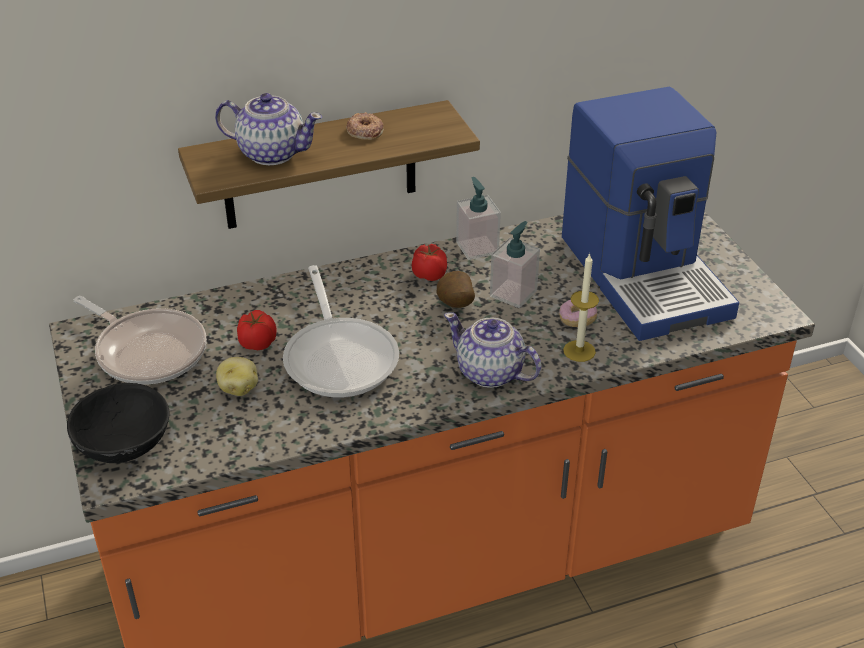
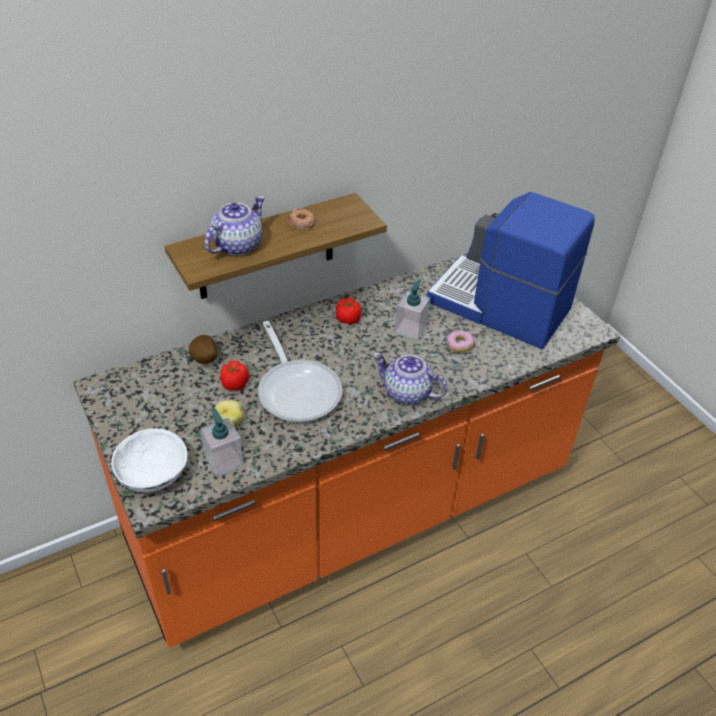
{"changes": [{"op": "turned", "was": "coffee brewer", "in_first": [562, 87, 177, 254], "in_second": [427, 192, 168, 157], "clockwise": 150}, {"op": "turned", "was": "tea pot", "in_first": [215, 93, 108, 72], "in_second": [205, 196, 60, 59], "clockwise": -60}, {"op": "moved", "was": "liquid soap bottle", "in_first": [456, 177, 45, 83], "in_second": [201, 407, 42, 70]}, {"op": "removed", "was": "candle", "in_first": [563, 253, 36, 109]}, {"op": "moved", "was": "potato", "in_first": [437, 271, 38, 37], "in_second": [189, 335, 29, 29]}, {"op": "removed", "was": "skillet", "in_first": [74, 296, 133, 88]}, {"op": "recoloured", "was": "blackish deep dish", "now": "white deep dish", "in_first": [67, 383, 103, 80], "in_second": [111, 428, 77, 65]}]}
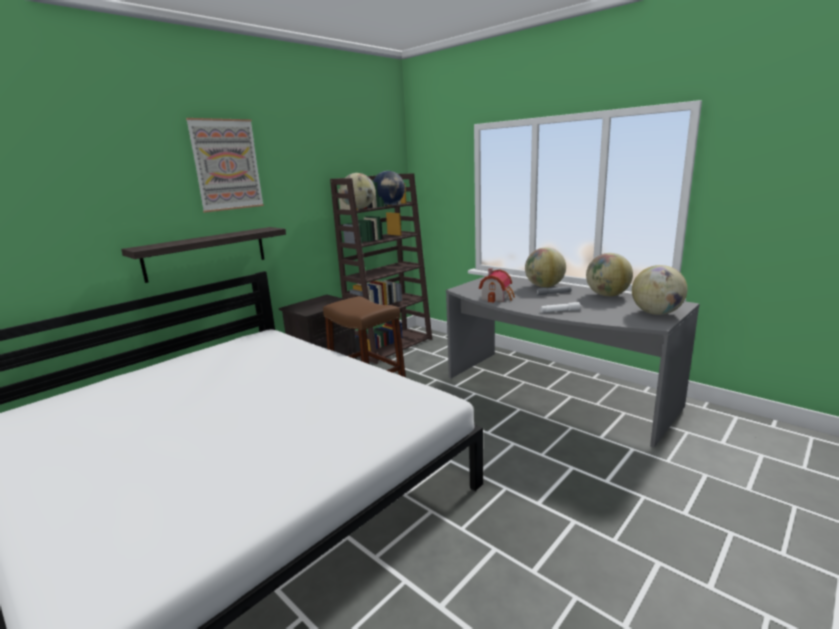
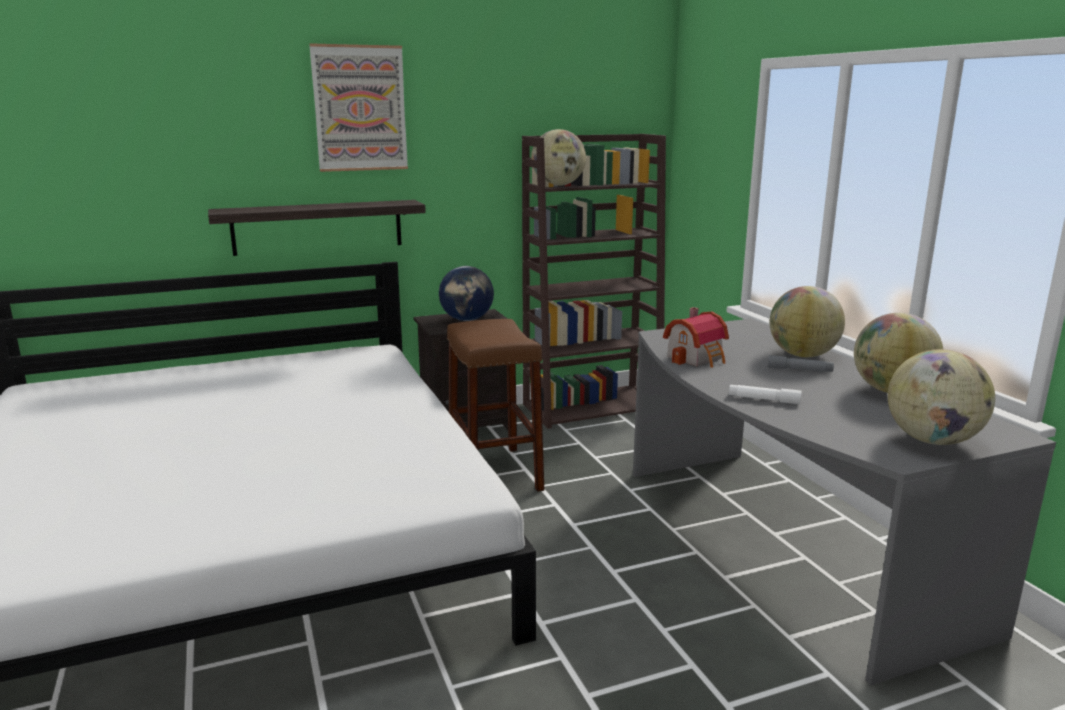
{"changes": [{"op": "moved", "was": "globe", "in_first": [373, 171, 32, 34], "in_second": [439, 266, 55, 55]}]}
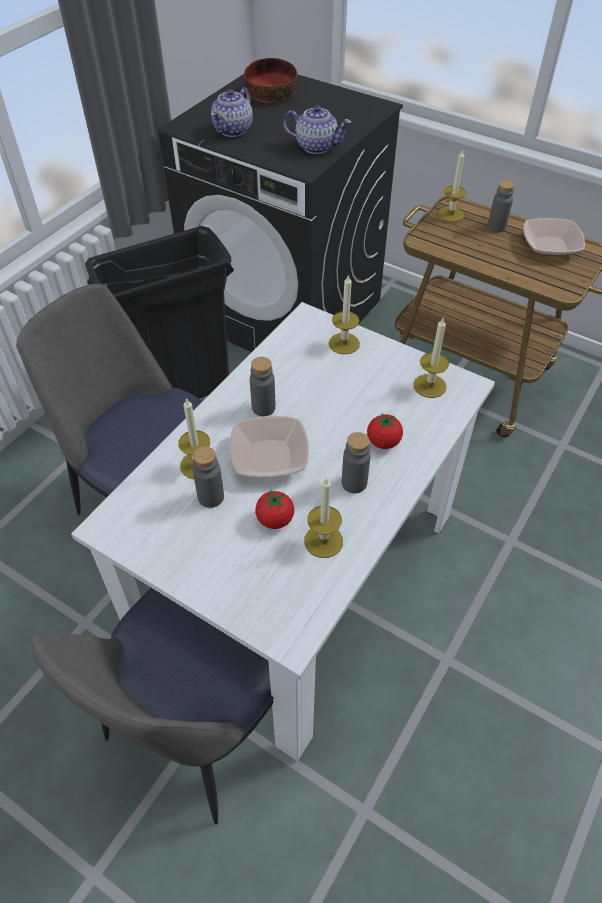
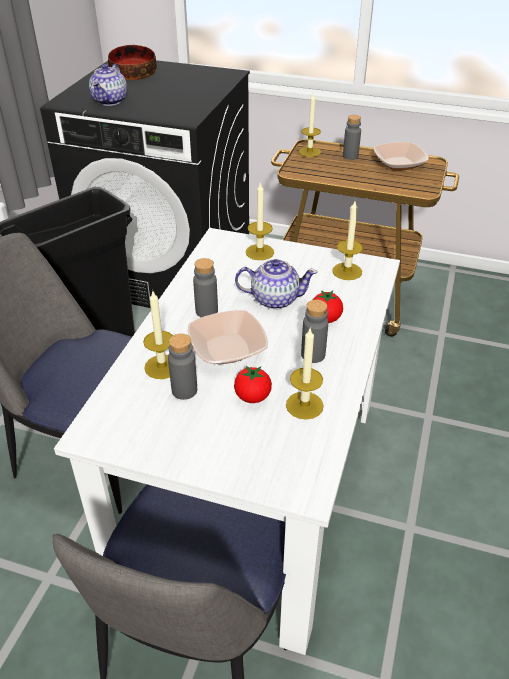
{"changes": [{"op": "moved", "was": "tea pot", "in_first": [283, 105, 69, 49], "in_second": [235, 259, 83, 50]}]}
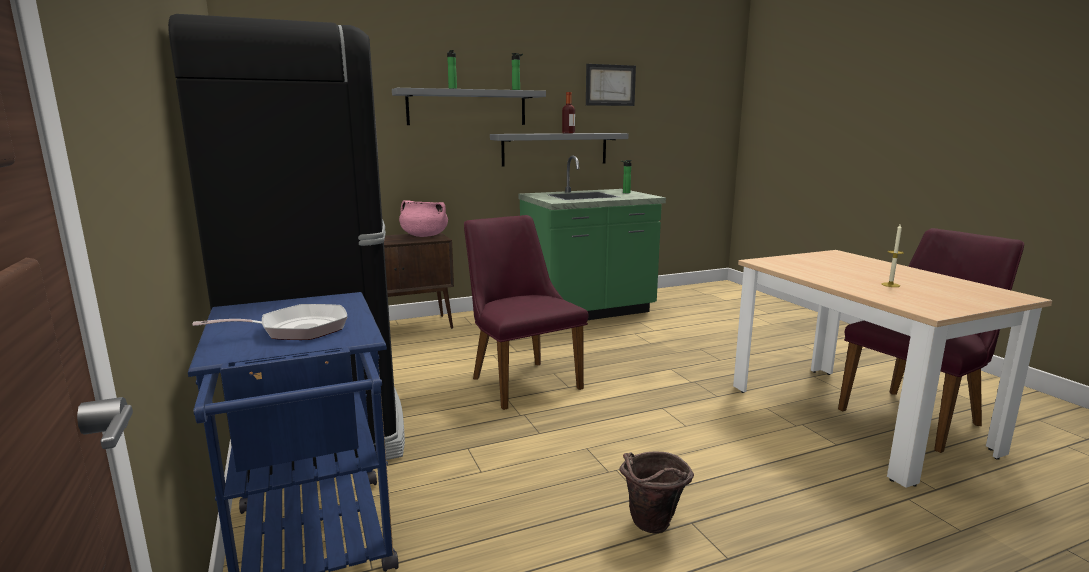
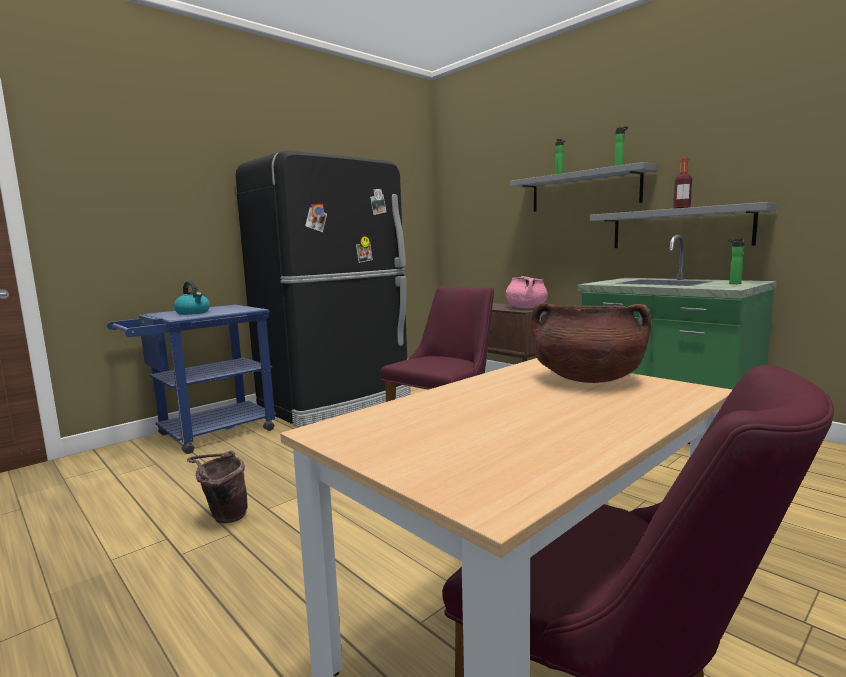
{"changes": [{"op": "removed", "was": "picture", "in_first": [586, 64, 50, 42]}, {"op": "removed", "was": "candle", "in_first": [882, 224, 22, 63]}, {"op": "replaced", "was": "skillet", "now": "kettle", "in_first": [192, 304, 155, 36], "in_second": [174, 281, 36, 34]}, {"op": "added", "now": "brown cooking pot", "in_second": [531, 303, 120, 80]}]}
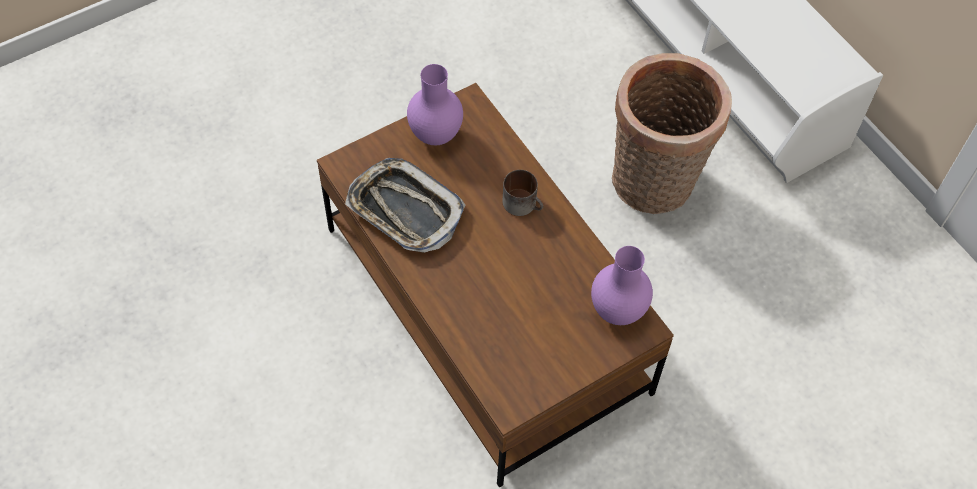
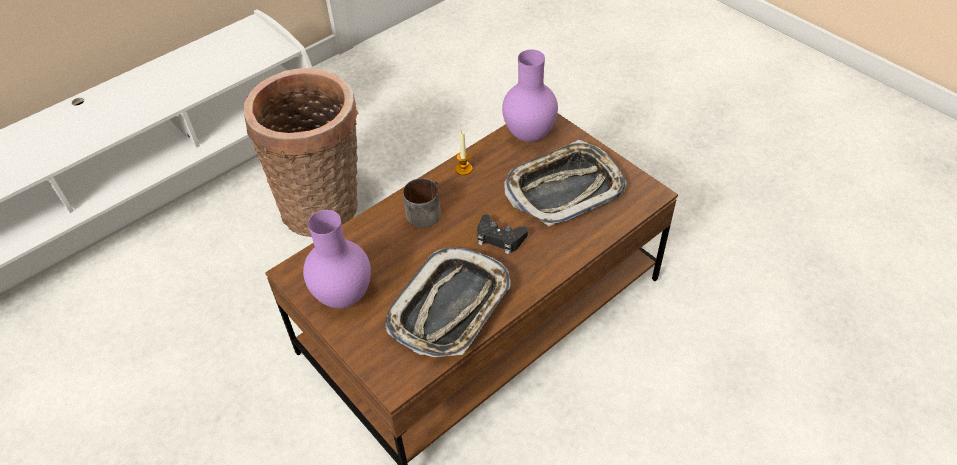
{"changes": [{"op": "added", "now": "candle", "in_second": [455, 131, 17, 44]}, {"op": "added", "now": "serving tray", "in_second": [504, 140, 123, 86]}, {"op": "added", "now": "blackish joypad", "in_second": [477, 214, 51, 40]}]}
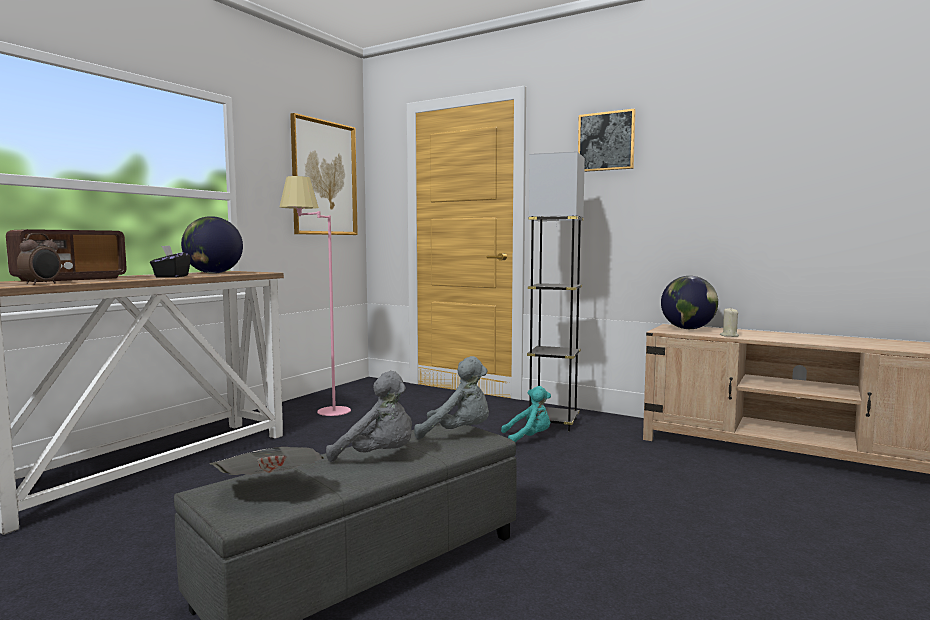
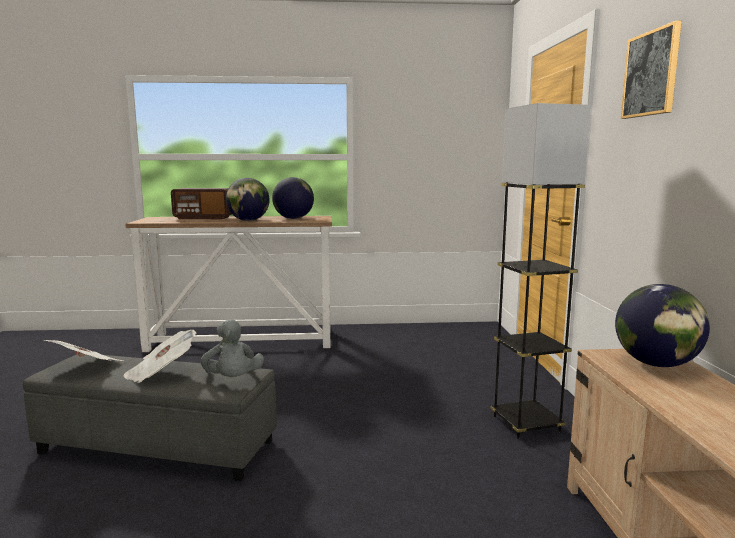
{"changes": [{"op": "removed", "was": "picture", "in_first": [290, 113, 68, 122]}, {"op": "removed", "was": "pinkish floor lamp", "in_first": [280, 176, 71, 240]}, {"op": "removed", "was": "alarm clock", "in_first": [17, 233, 44, 52]}, {"op": "replaced", "was": "blackish tissue box", "now": "globe", "in_first": [150, 245, 41, 33], "in_second": [226, 178, 44, 43]}, {"op": "removed", "was": "beige candle", "in_first": [720, 308, 19, 29]}, {"op": "replaced", "was": "greyish soft toy", "now": "printed paper", "in_first": [326, 371, 86, 91], "in_second": [123, 330, 74, 53]}, {"op": "removed", "was": "blue-green soft toy", "in_first": [501, 386, 50, 57]}]}
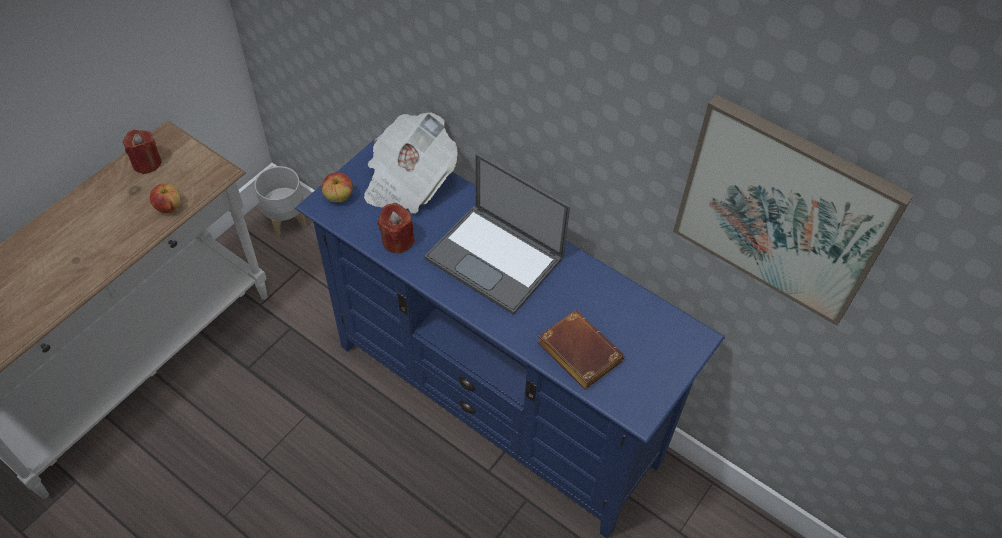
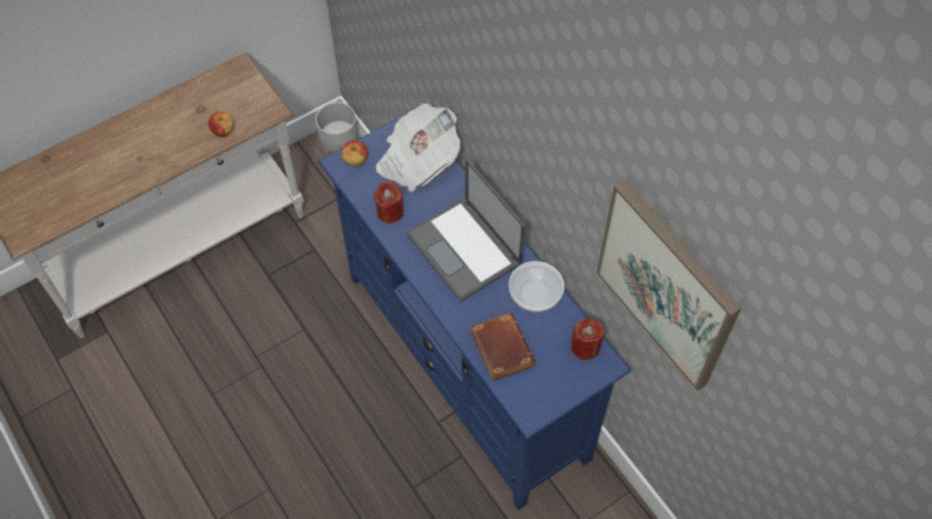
{"changes": [{"op": "moved", "was": "red-coloured candle", "in_first": [123, 130, 38, 44], "in_second": [571, 318, 34, 42]}, {"op": "added", "now": "deep dish", "in_second": [509, 261, 55, 51]}]}
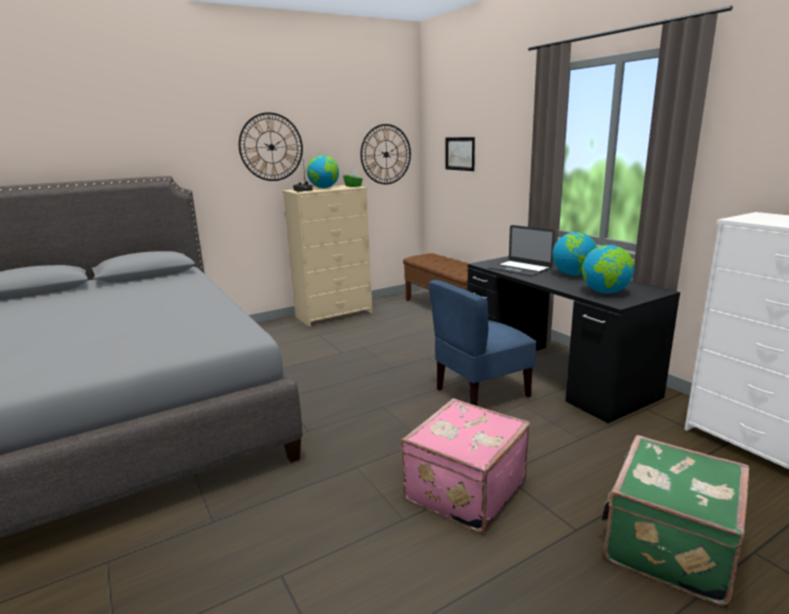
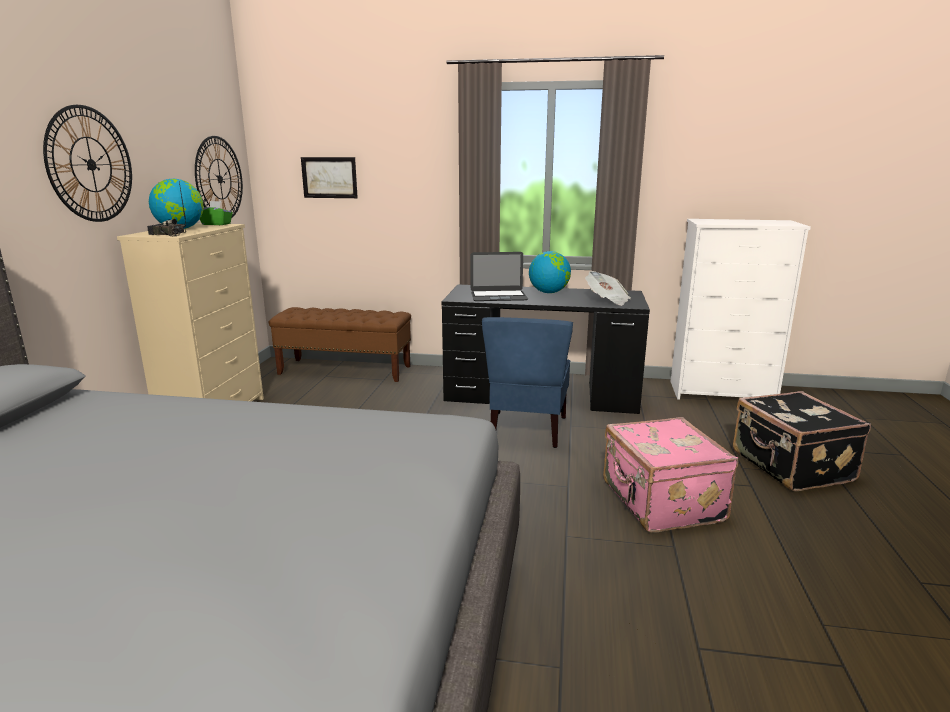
{"changes": [{"op": "replaced", "was": "globe", "now": "printed paper", "in_first": [582, 245, 52, 48], "in_second": [585, 271, 46, 35]}, {"op": "recoloured", "was": "green-coloured suitcase", "now": "blackish suitcase", "in_first": [601, 435, 149, 171], "in_second": [733, 391, 138, 100]}]}
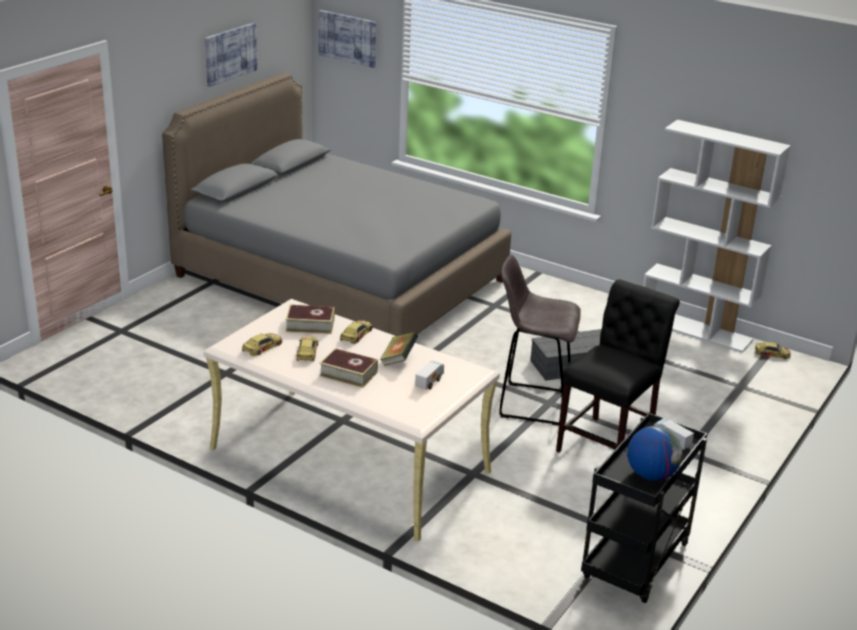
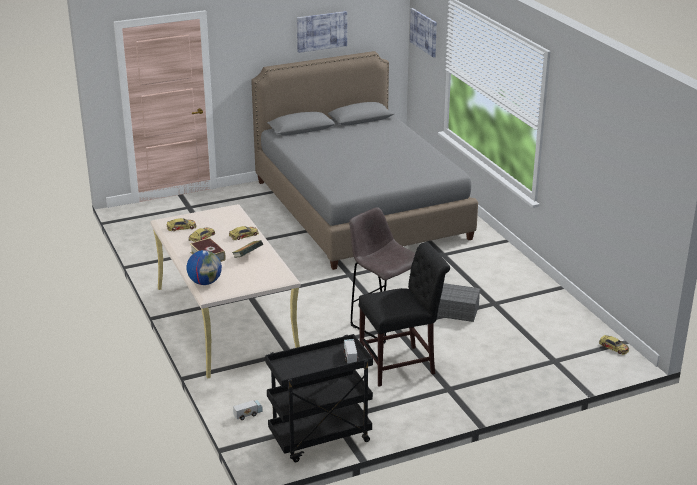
{"changes": [{"op": "removed", "was": "white bookcase", "in_first": [643, 120, 148, 233]}, {"op": "removed", "was": "volume", "in_first": [285, 305, 50, 29]}, {"op": "moved", "was": "toy lorry", "in_first": [415, 361, 29, 29], "in_second": [233, 400, 30, 20]}, {"op": "moved", "was": "globe", "in_first": [627, 426, 56, 55], "in_second": [186, 250, 36, 35]}]}
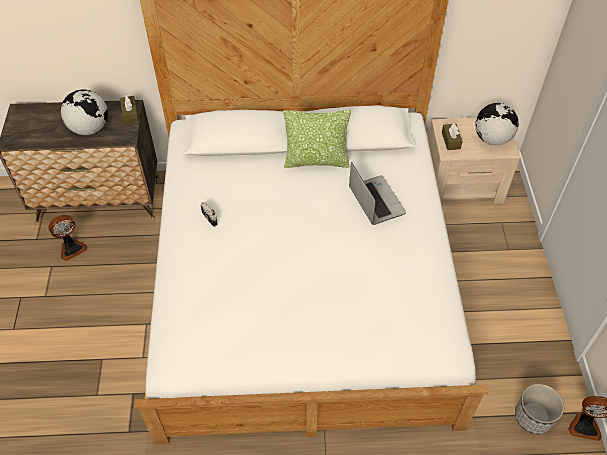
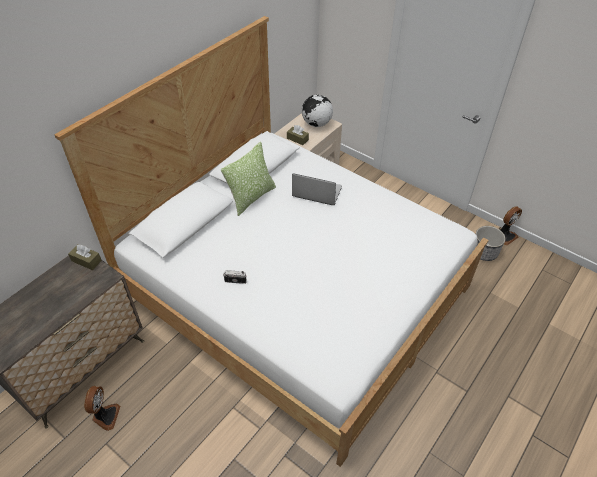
{"changes": [{"op": "removed", "was": "globe", "in_first": [61, 89, 47, 46]}]}
